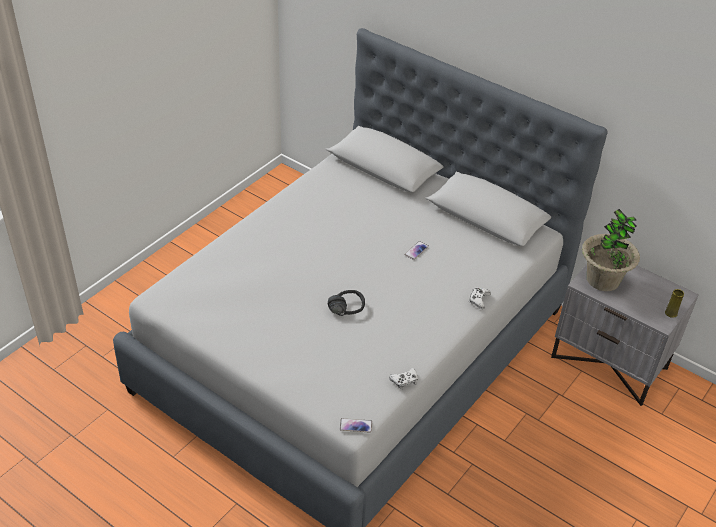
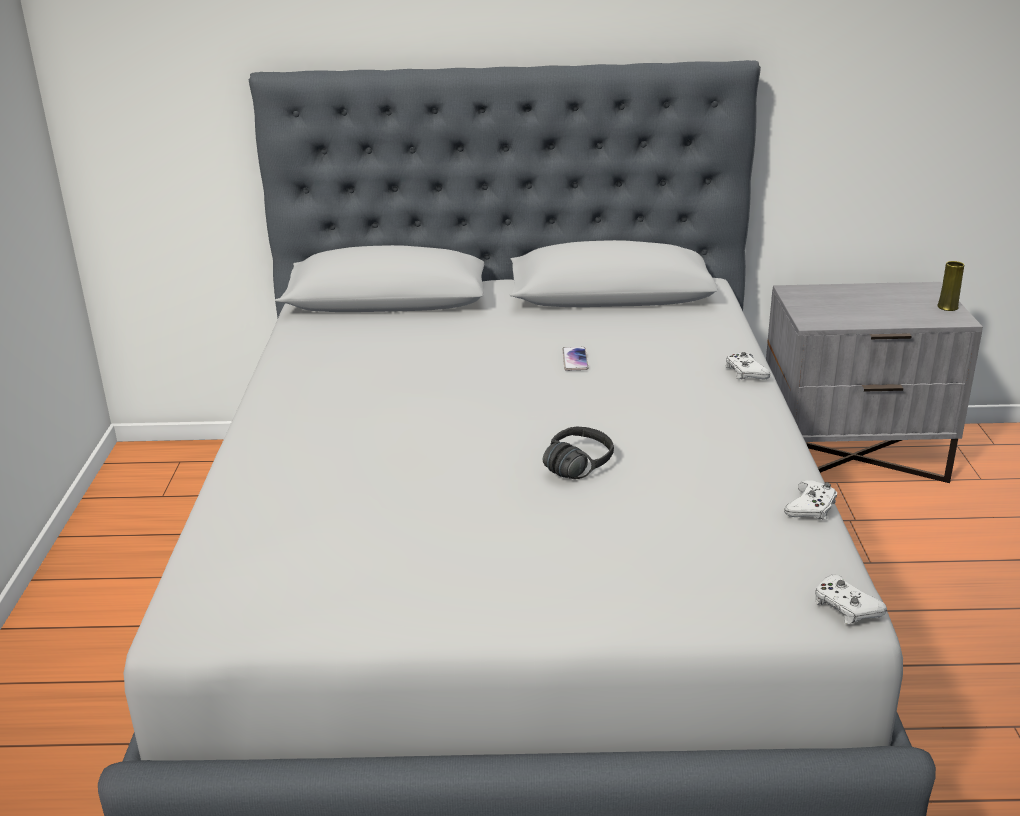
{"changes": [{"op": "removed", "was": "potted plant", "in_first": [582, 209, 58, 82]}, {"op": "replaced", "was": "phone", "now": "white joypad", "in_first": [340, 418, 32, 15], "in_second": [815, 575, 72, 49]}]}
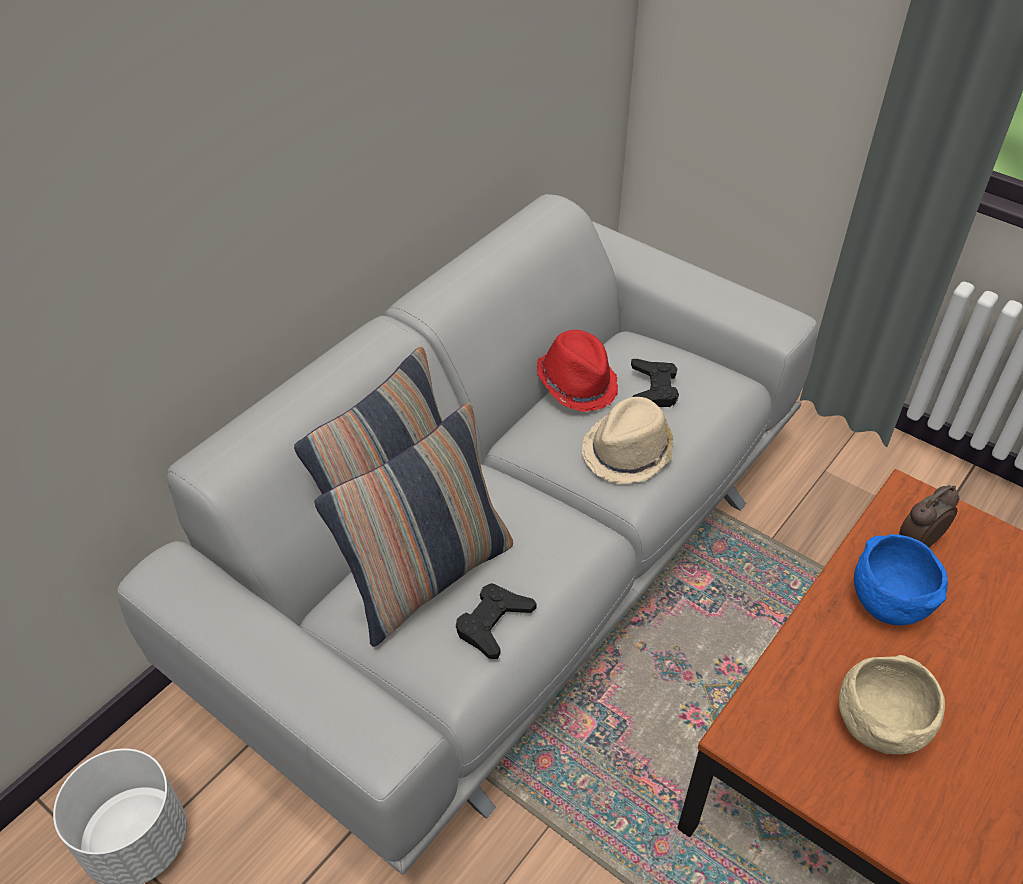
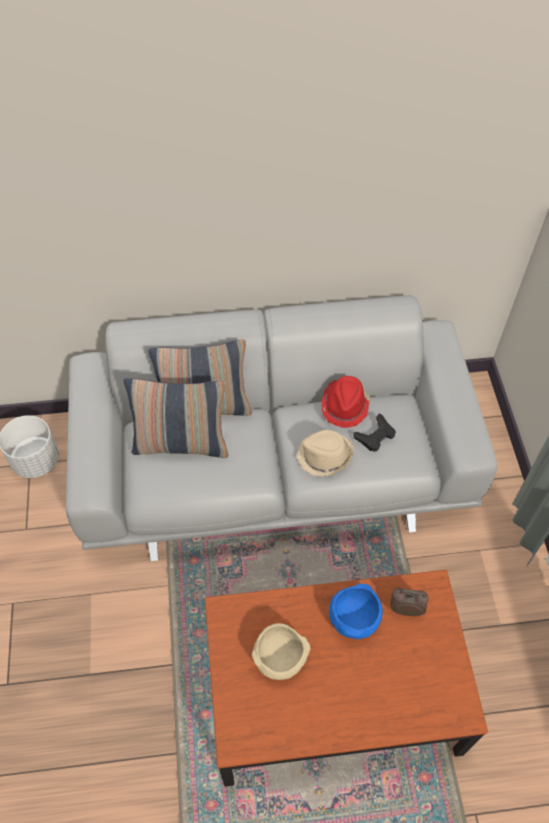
{"changes": [{"op": "removed", "was": "blackish joypad", "in_first": [456, 583, 80, 76]}]}
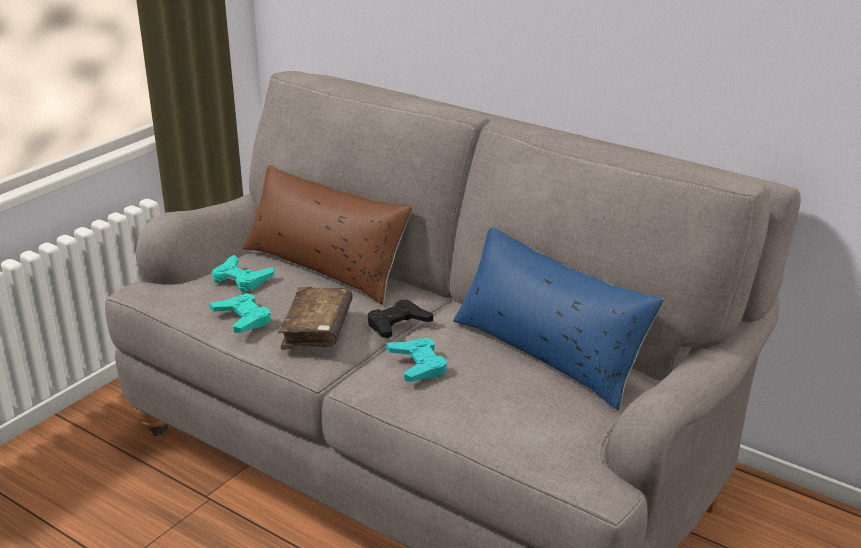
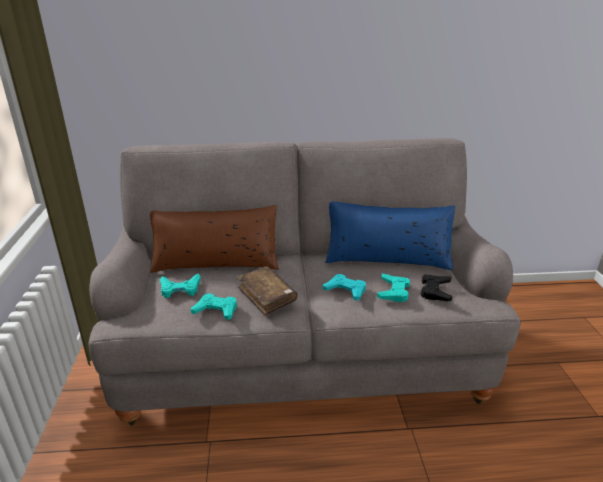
{"changes": [{"op": "moved", "was": "blackish joypad", "in_first": [368, 300, 65, 38], "in_second": [421, 275, 31, 26]}, {"op": "added", "now": "blue-green joypad", "in_second": [377, 273, 33, 29]}]}
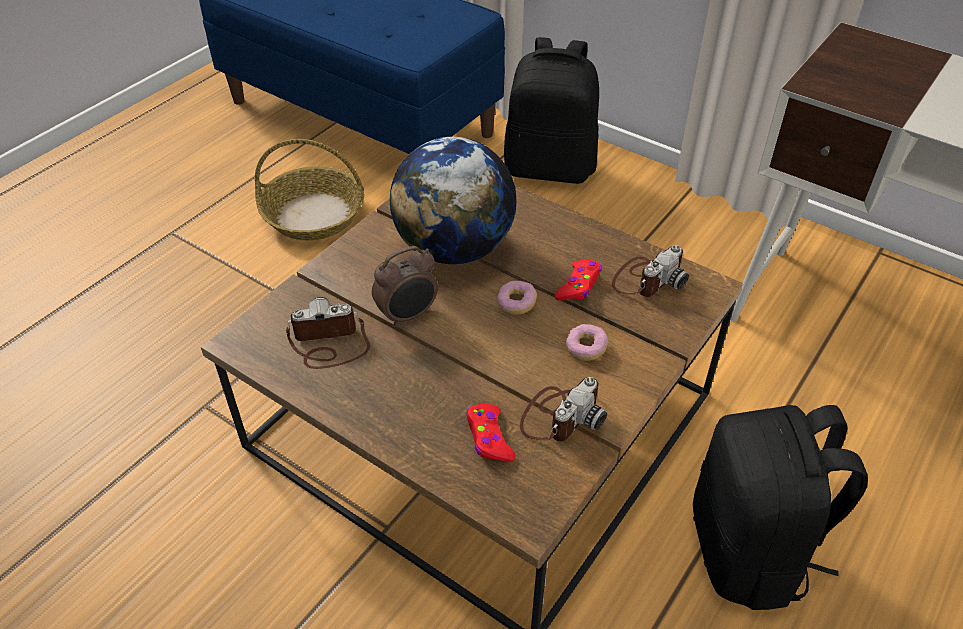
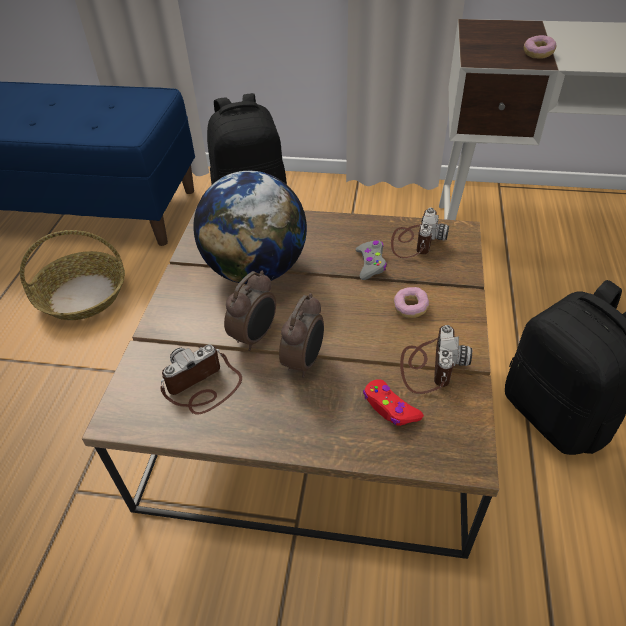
{"changes": [{"op": "recoloured", "was": "red-coloured joypad", "now": "greyish joypad", "in_first": [554, 260, 48, 41], "in_second": [356, 240, 31, 40]}, {"op": "moved", "was": "donut", "in_first": [497, 281, 40, 34], "in_second": [524, 35, 32, 23]}, {"op": "added", "now": "alarm clock", "in_second": [279, 293, 45, 85]}]}
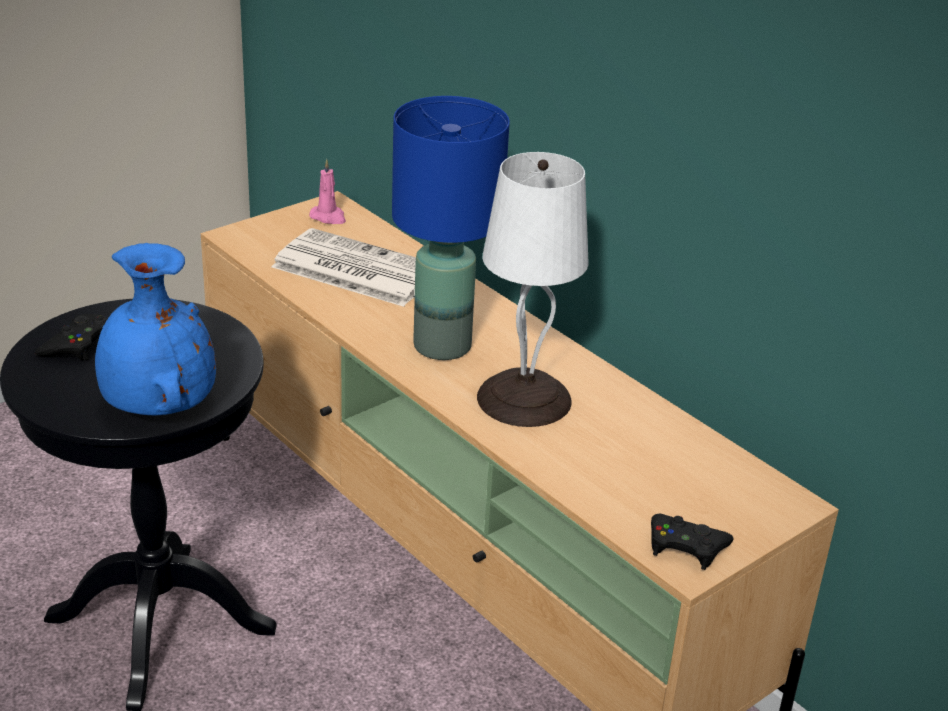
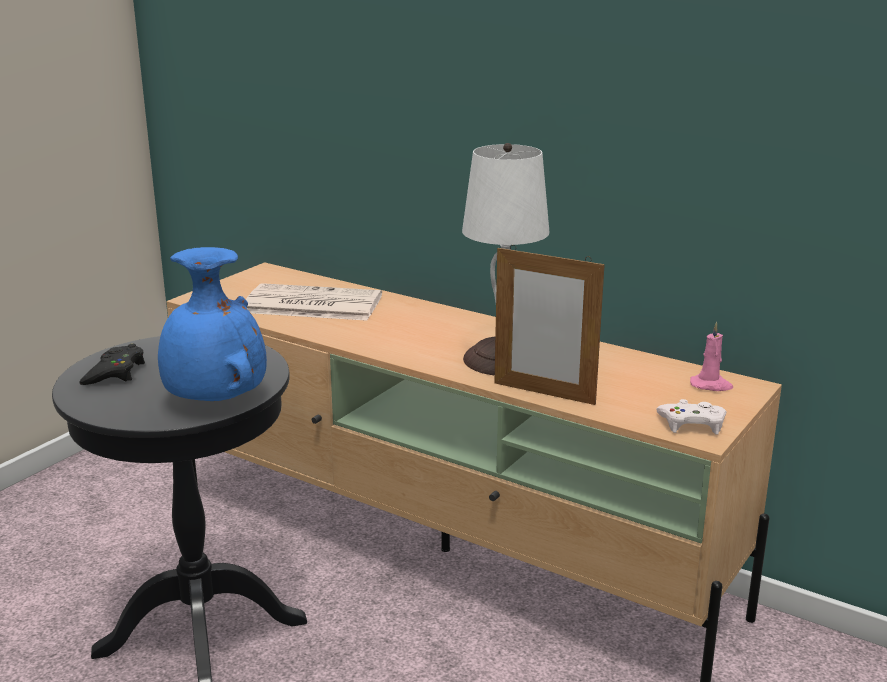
{"changes": [{"op": "removed", "was": "blue-coloured table lamp", "in_first": [392, 96, 118, 264]}, {"op": "moved", "was": "pinkish candle", "in_first": [309, 159, 37, 65], "in_second": [690, 322, 43, 69]}, {"op": "recoloured", "was": "blackish joypad", "now": "white joypad", "in_first": [651, 514, 83, 56], "in_second": [656, 399, 70, 36]}, {"op": "added", "now": "standing frame", "in_second": [494, 245, 111, 160]}]}
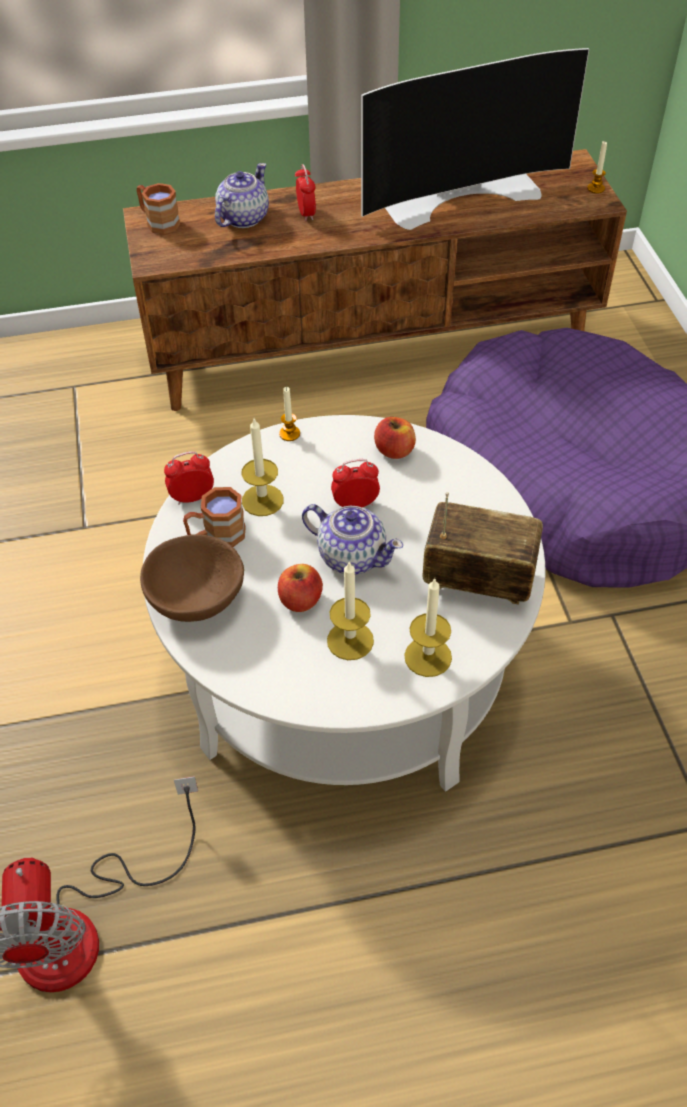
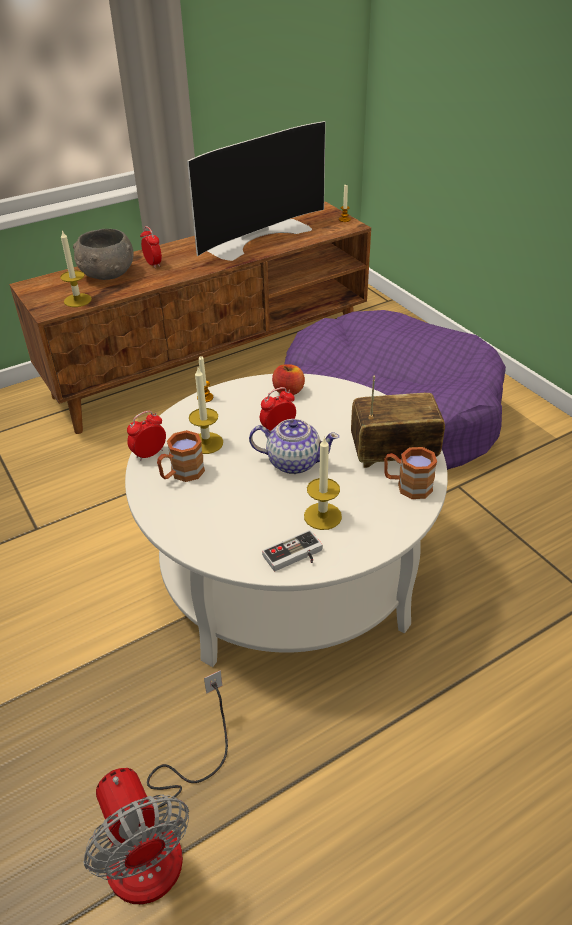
{"changes": [{"op": "replaced", "was": "tea pot", "now": "greyish deep dish", "in_first": [215, 163, 54, 65], "in_second": [73, 229, 61, 51]}, {"op": "moved", "was": "brown mug", "in_first": [137, 183, 43, 52], "in_second": [384, 447, 53, 52]}, {"op": "removed", "was": "brown deep dish", "in_first": [140, 534, 104, 88]}, {"op": "removed", "was": "whole apple", "in_first": [278, 564, 45, 48]}, {"op": "moved", "was": "candle", "in_first": [404, 578, 48, 99], "in_second": [60, 230, 32, 77]}, {"op": "added", "now": "joypad", "in_second": [262, 530, 60, 41]}]}
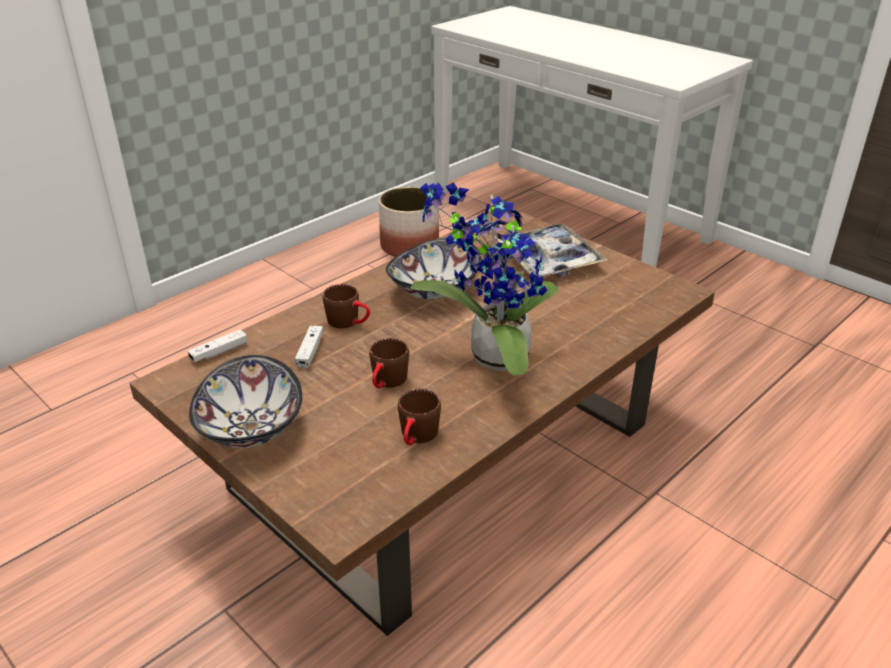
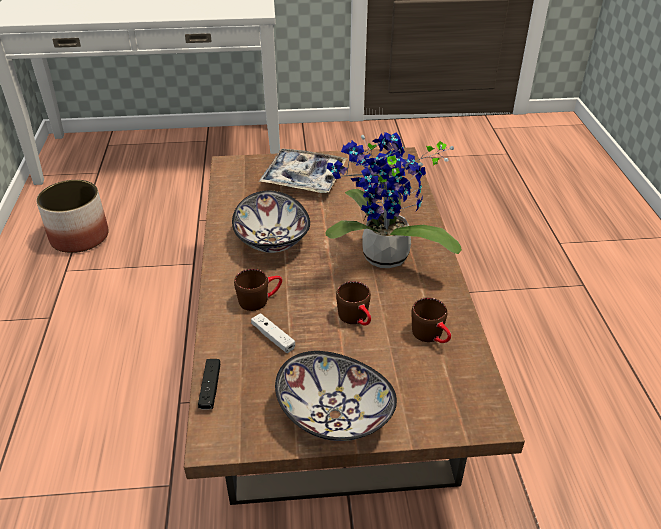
{"changes": [{"op": "recoloured", "was": "white joypad", "now": "blackish joypad", "in_first": [188, 330, 59, 32], "in_second": [198, 359, 22, 50]}]}
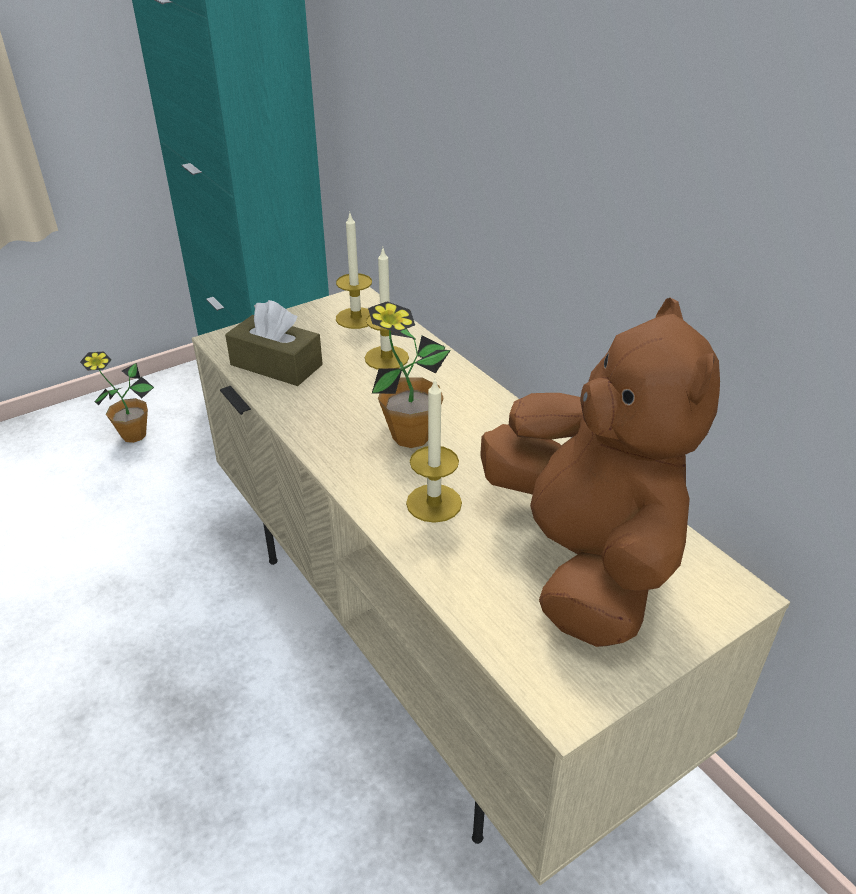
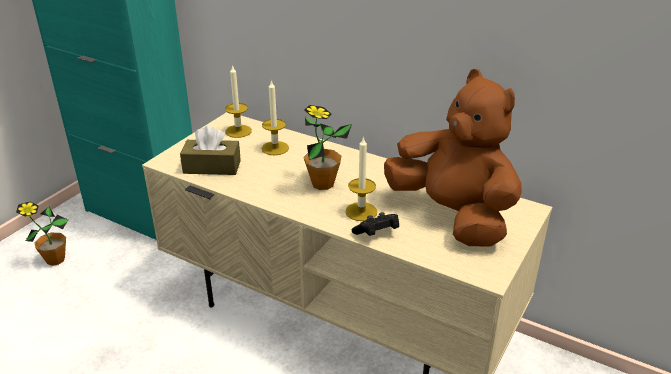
{"changes": [{"op": "added", "now": "blackish joypad", "in_second": [352, 212, 47, 24]}]}
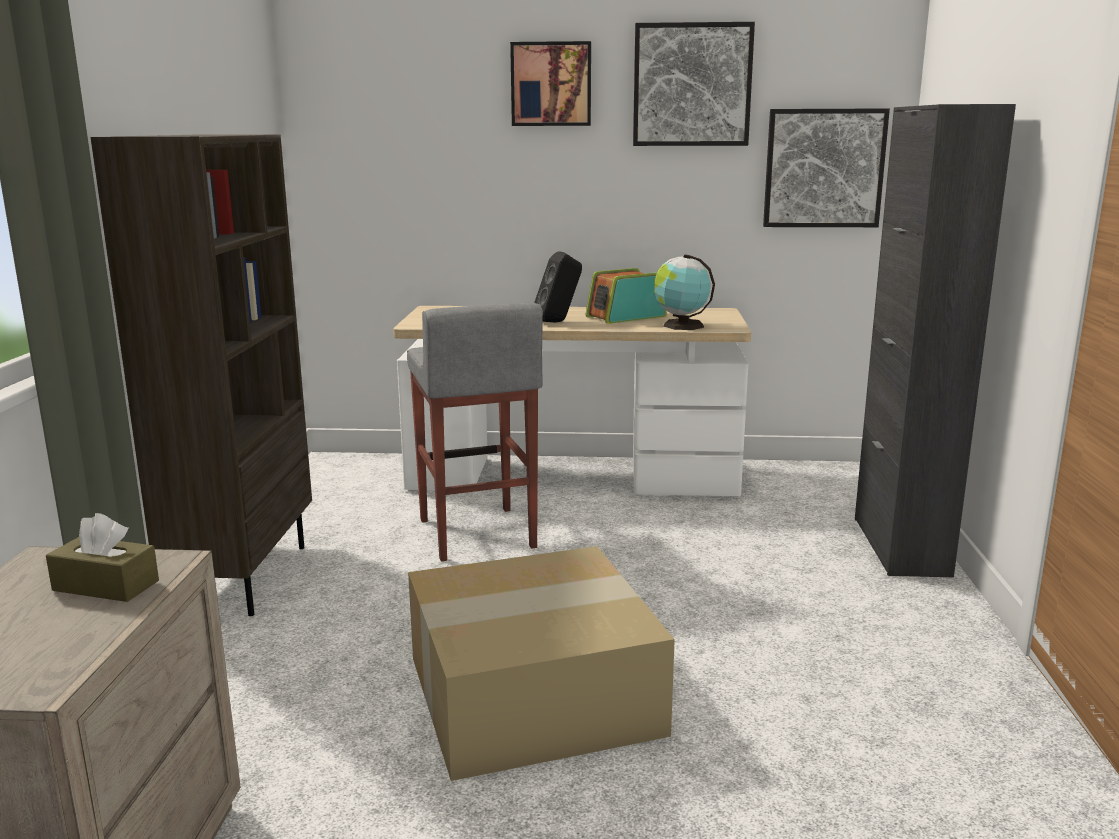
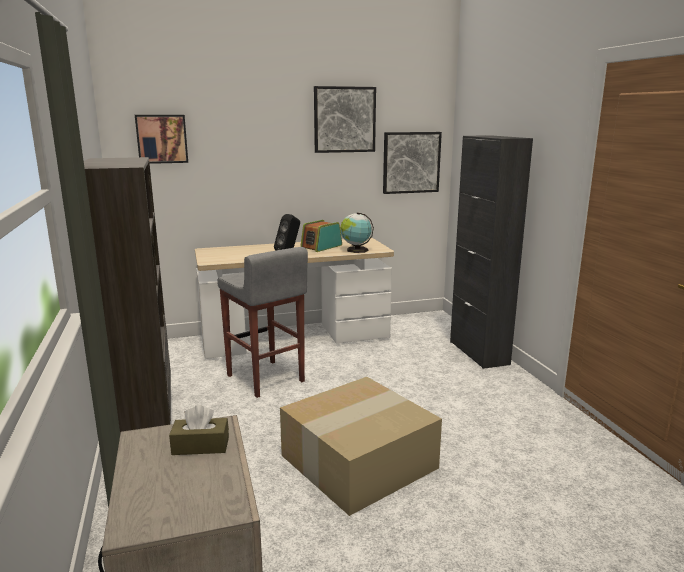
{"changes": [{"op": "moved", "was": "picture", "in_first": [510, 41, 81, 85], "in_second": [135, 115, 53, 49]}]}
